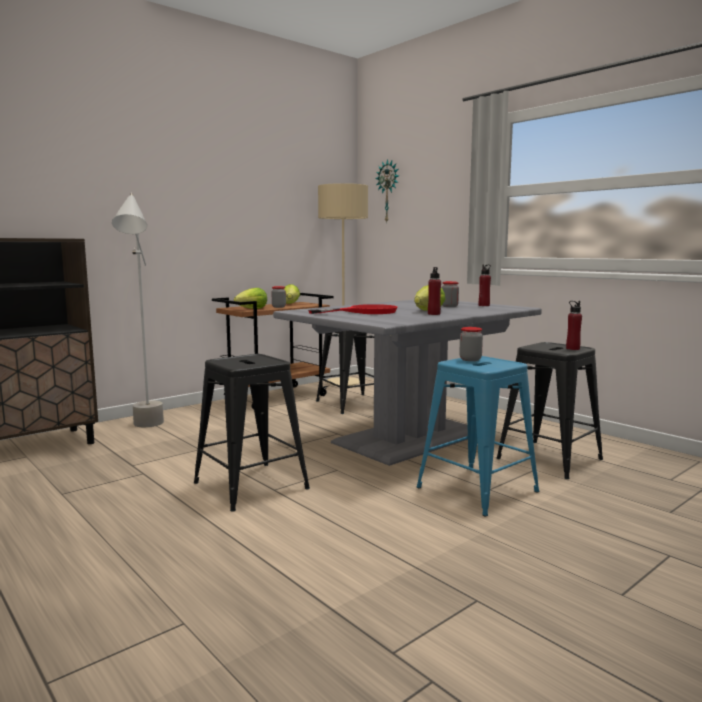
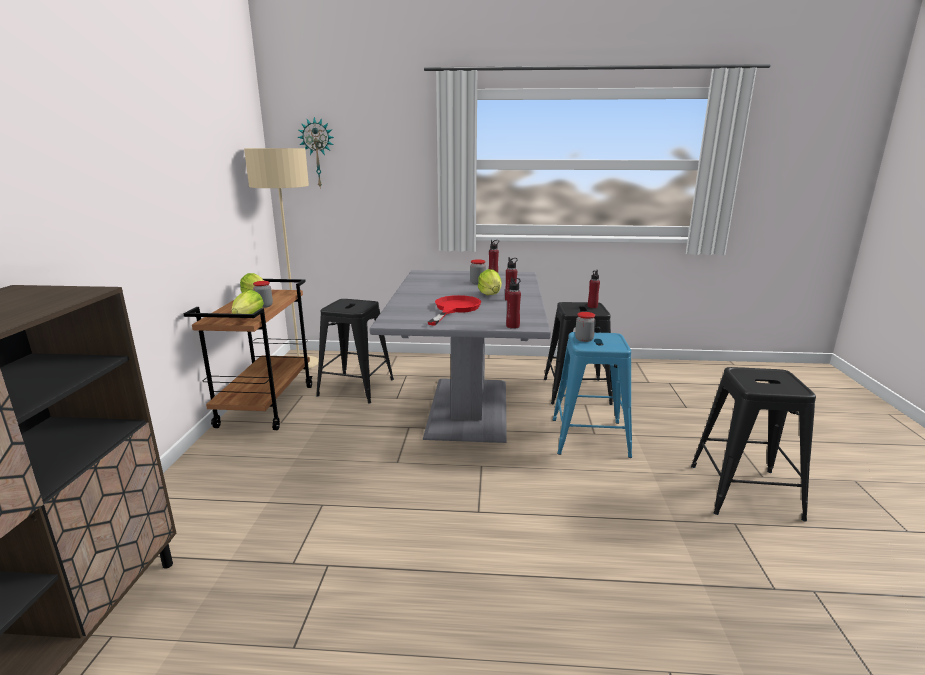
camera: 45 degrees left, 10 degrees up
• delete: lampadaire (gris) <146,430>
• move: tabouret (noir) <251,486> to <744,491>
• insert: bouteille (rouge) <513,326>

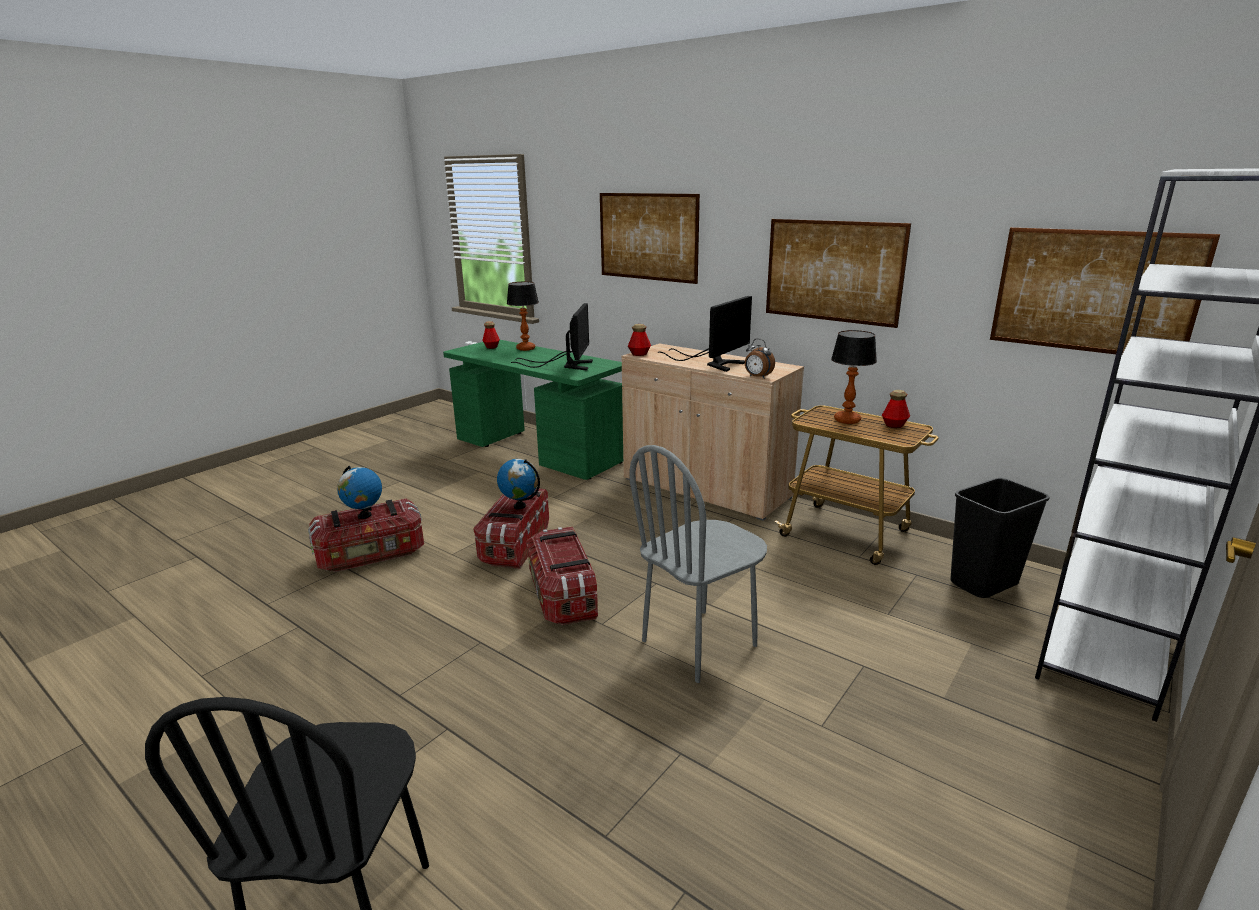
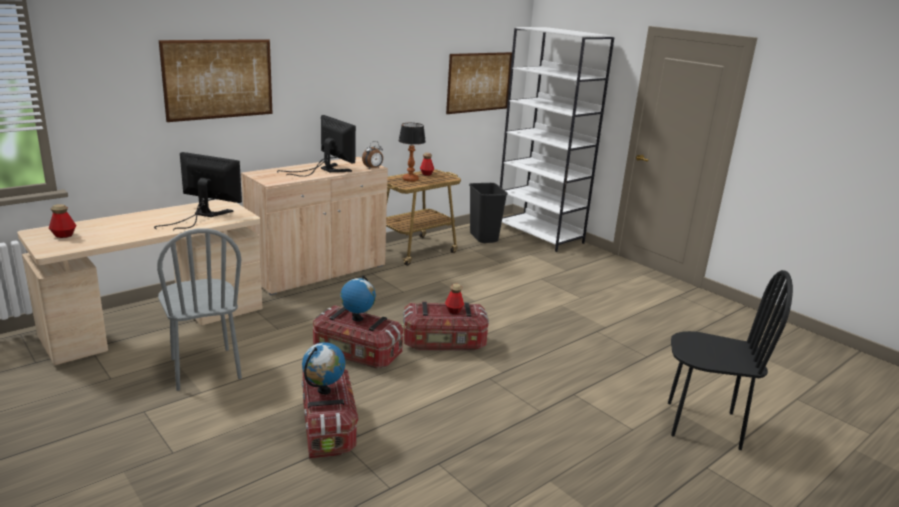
camera: 80 degrees left, 0 degrees up
• delete: tableau <833,271>
• delete: lampe de table <525,349>
• move: bouteille <639,354> to <454,311>
• recolor: bureau (vert) <538,452> to bureau (beige) <156,324>
• move: chaise (gris) <699,643> to <204,369>

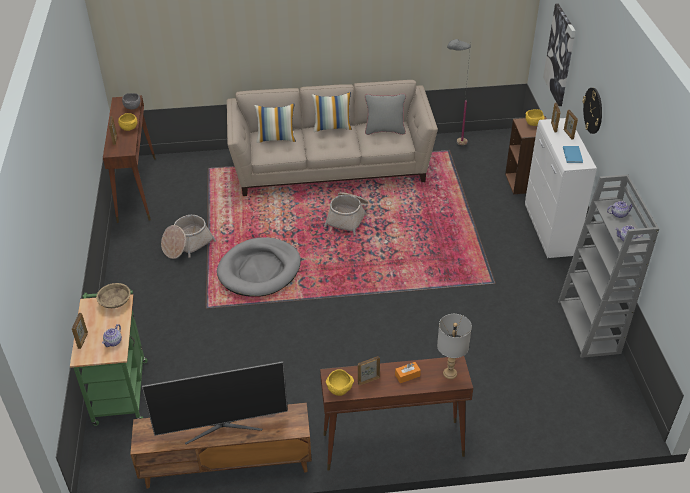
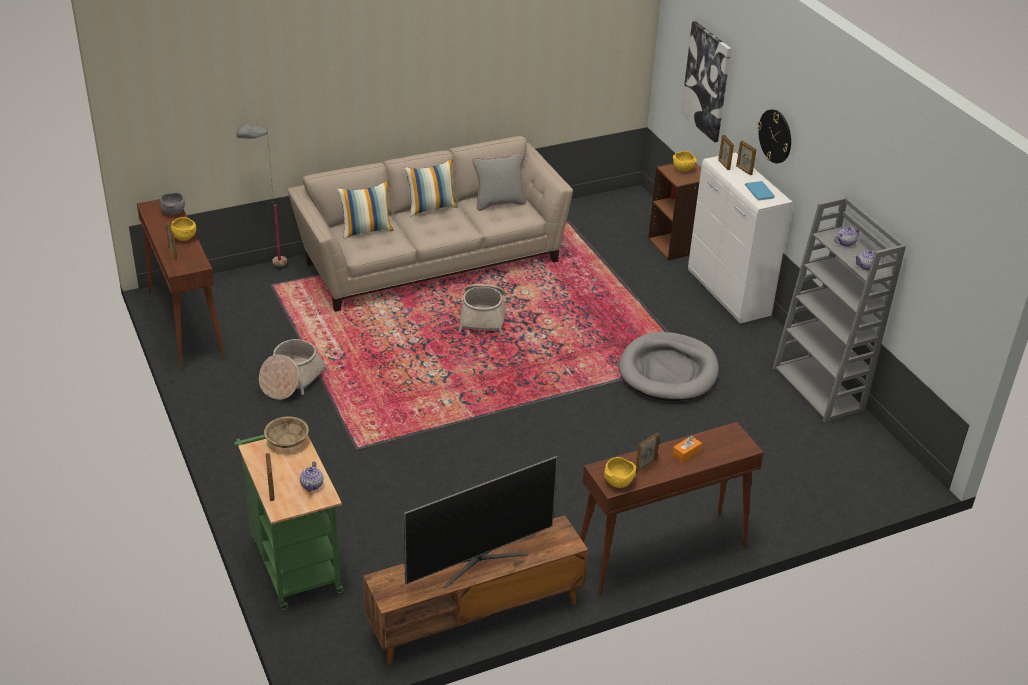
camera: 20 degrees left, 5 degrees down
• move: lampadaire (gris) <453,146> to <269,270>
• move: panier pour chien (gris) <259,270> to <668,371>
• delete: lampe de table (gris) <449,373>

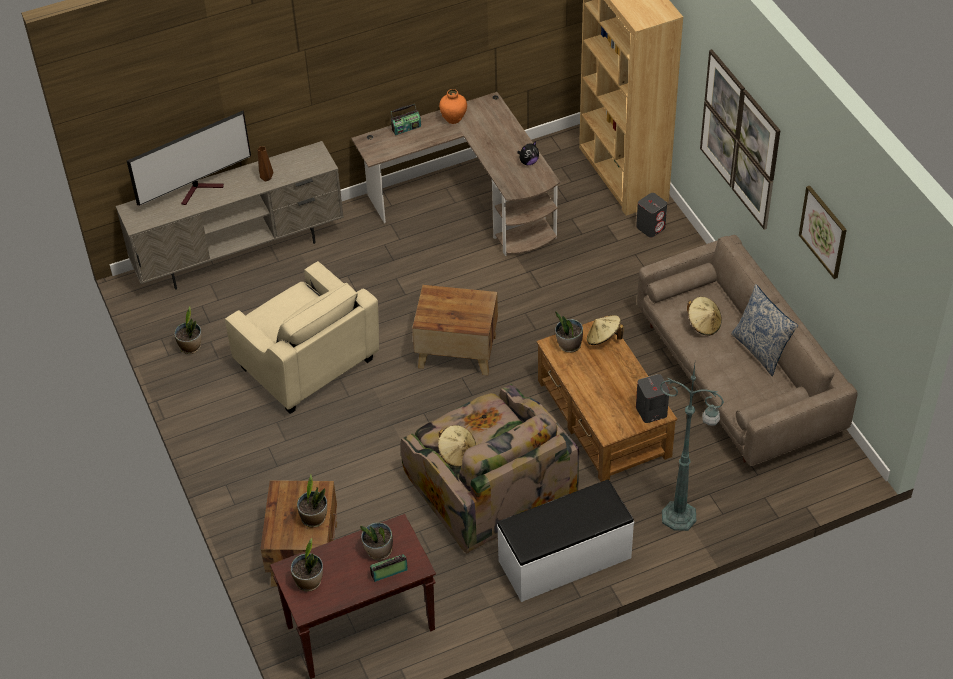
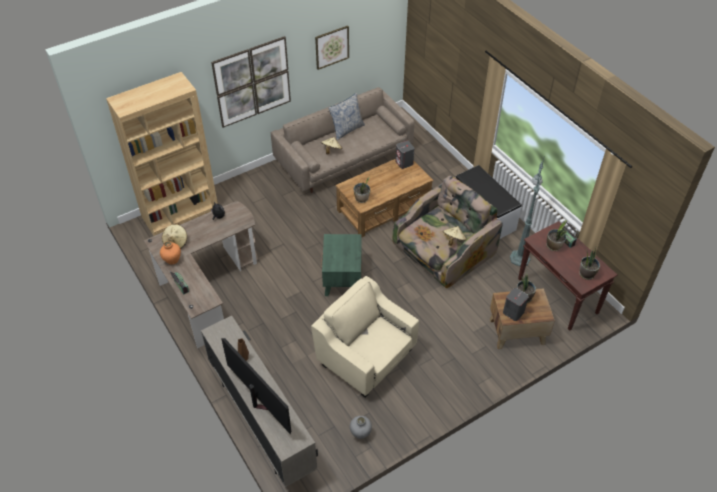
camera: 100 degrees left, 0 degrees up
• move: enceinte (gris) <651,227> to <513,312>
• rotate: fauteuil (beige) <307,365> = <366,357> 90 degrees counterclockwise
• recolor: table d'appoint (marron) <456,350> to table d'appoint (vert) <342,278>
• replace: plante en pot <190,347> to vase (gris) <360,433>
• move: chapeau (beige) <603,338> to <176,242>
• move: lampadaire (vert) <681,517> to <520,257>

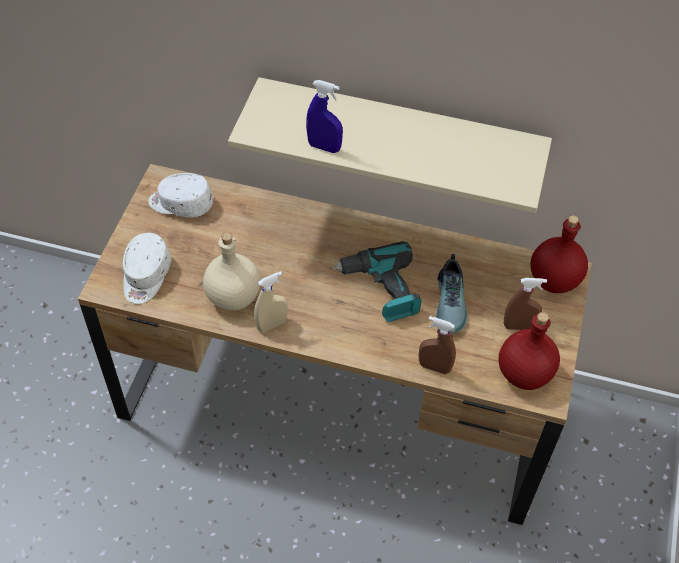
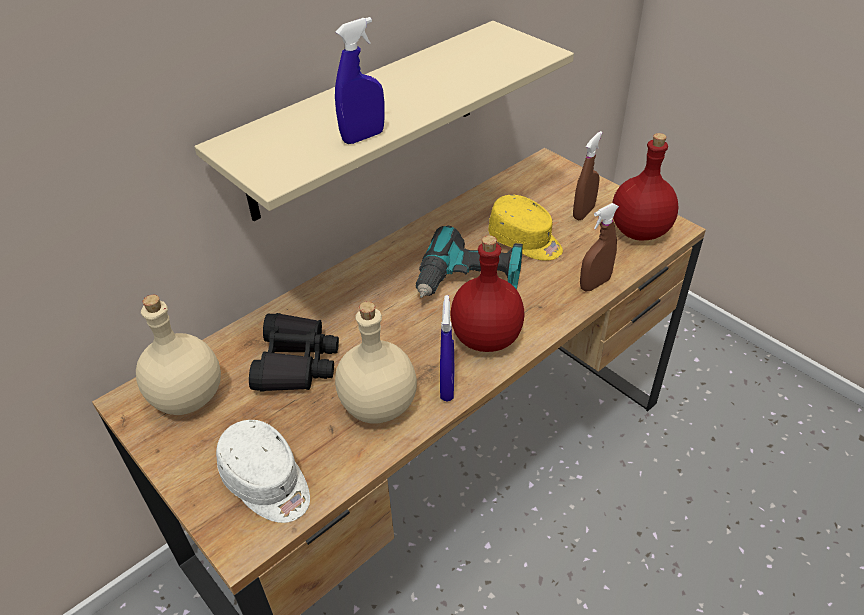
camera: 55 degrees left, 10 degrees down
• replace: casquette (blanc) <180,204> to bouteille (beige) <189,397>
• move: bouteille (rouge) <553,279> to <485,338>
• replace: chaussure <452,303> to casquette (jaune) <525,241>
• recolor: vaporisateur (beige) <272,324> to vaporisateur (bleu) <447,386>
• insert: jumelles (noir) <296,362>

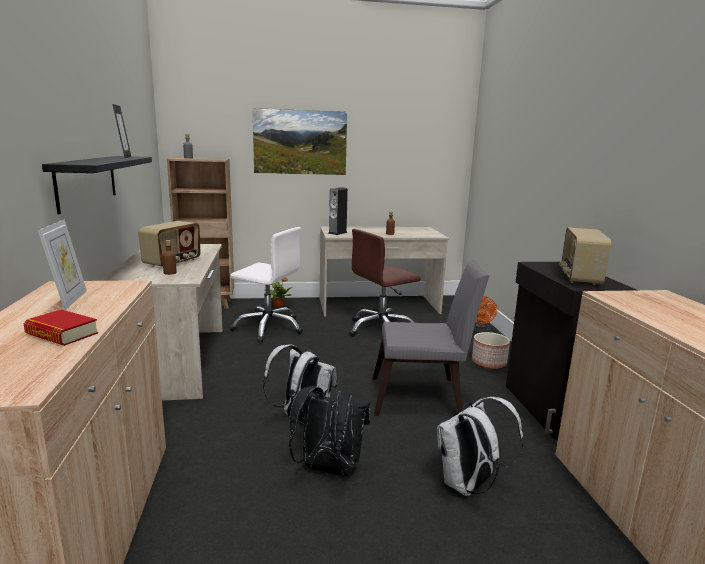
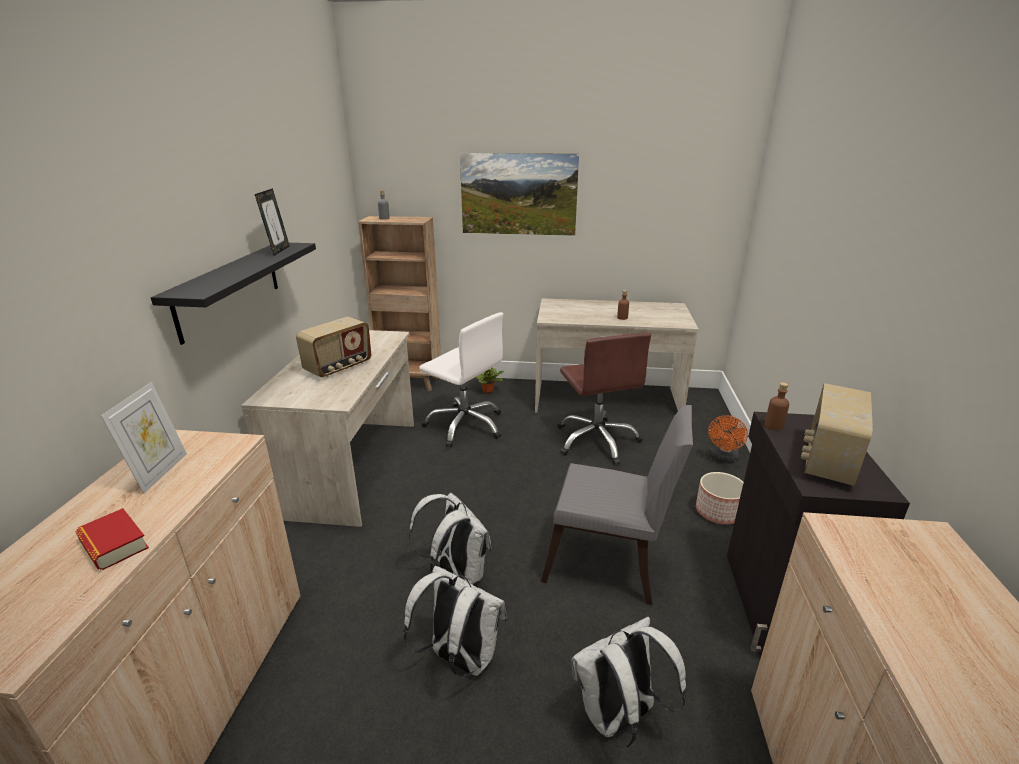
camera: 15 degrees right, 10 degrees up
• delete: enceinte <337,233>
• rotate: chaise de bureau (marron) <381,330> = <597,441> 90 degrees counterclockwise
• move: bouteille (marron) <170,273> to <773,426>
• recolor: sac à dos (noir) <328,469> to sac à dos (blanc) <459,658>

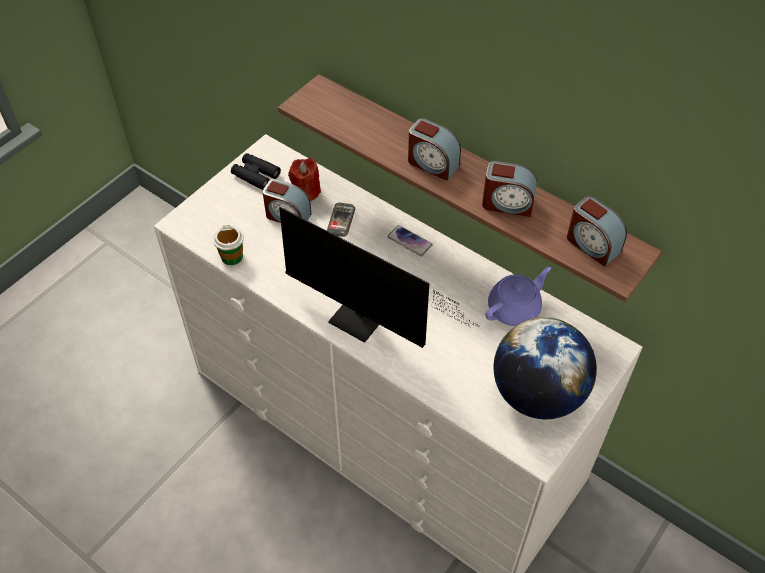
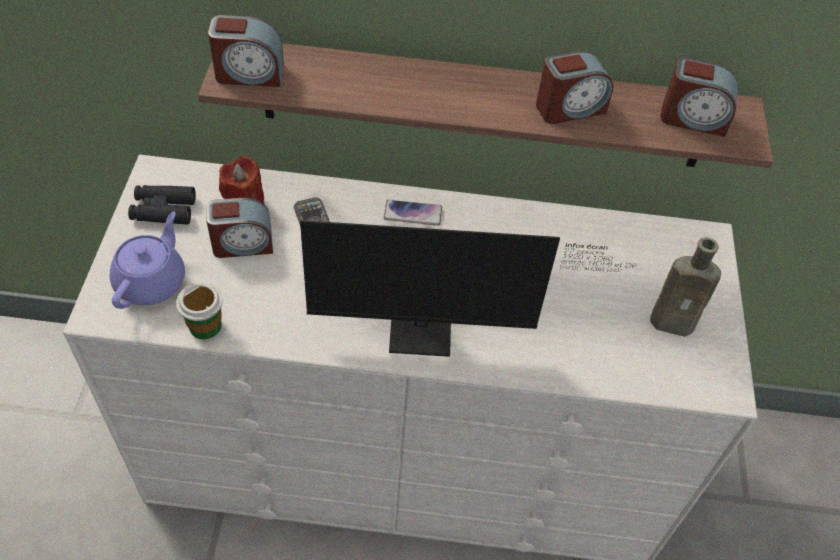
camera: 35 degrees left, 0 degrees up
• move: réveil <432,163> to <249,74>
• move: théière (violet) <515,308> to <152,281>
• replace: globe <537,394> to bouteille (marron) <675,323>

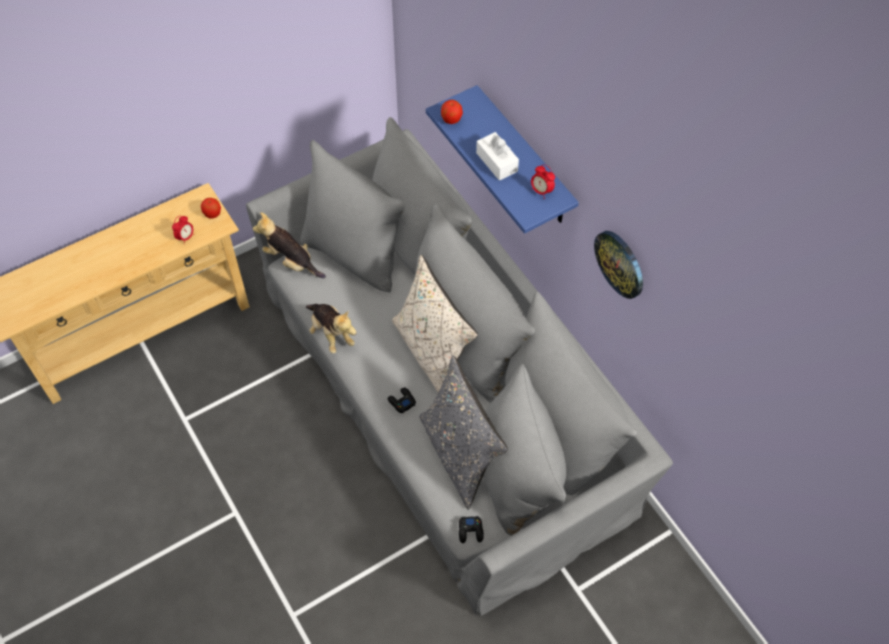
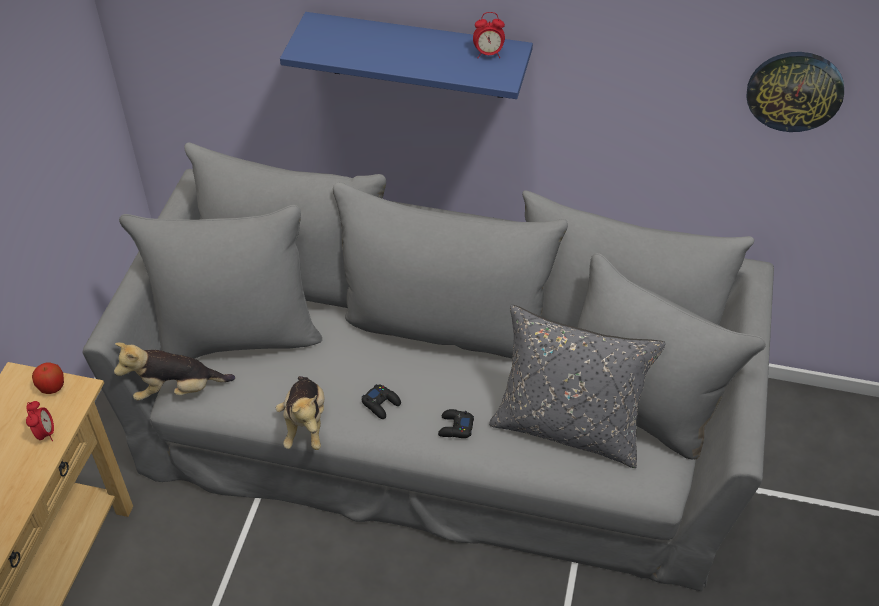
camera: 45 degrees left, 10 degrees down
• delete: pomme <451,119>
• delete: boîte à mouchoirs (blanc) <496,162>
• move: horloge murale <620,263> to <794,90>
• delete: coussin (beige) <432,352>
• rotate: peluche <331,333> = <305,424> 75 degrees clockwise
• move: manette (noir) <471,531> to <381,404>

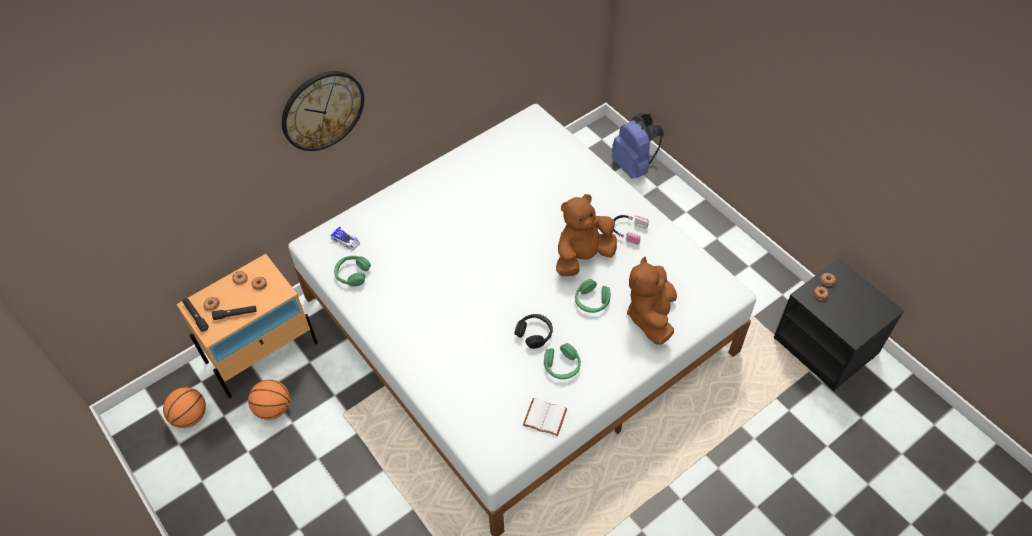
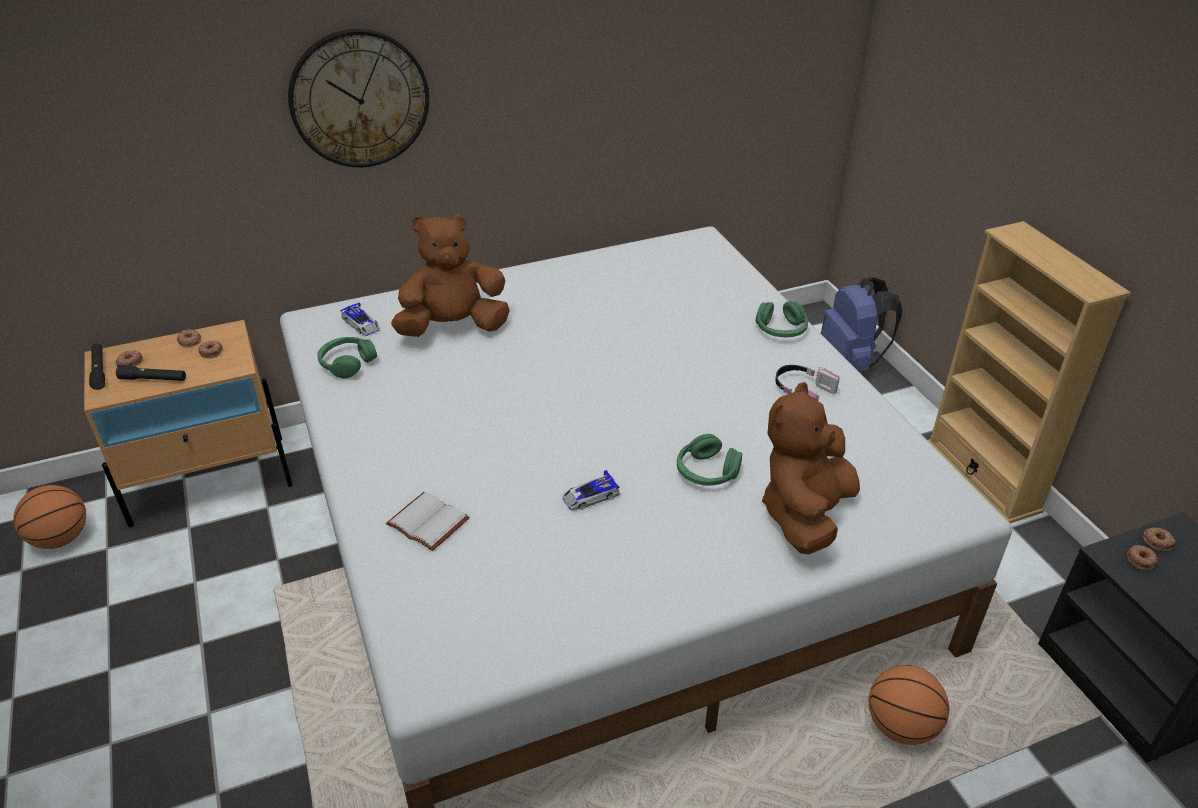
camera: 15 degrees right, 15 degrees down
• move: peluche (marron) <583,257> to <453,327>
• replace: casque audio (noir) <534,333> to petite voiture <590,496>
• move: casque audio (vert) <562,366> to <781,330>
• move: ballon de basket <273,409> to <900,726>
• move: livre (blanc) <544,418> to <425,523>
• insert: bibliothèque (beige) <982,476>

